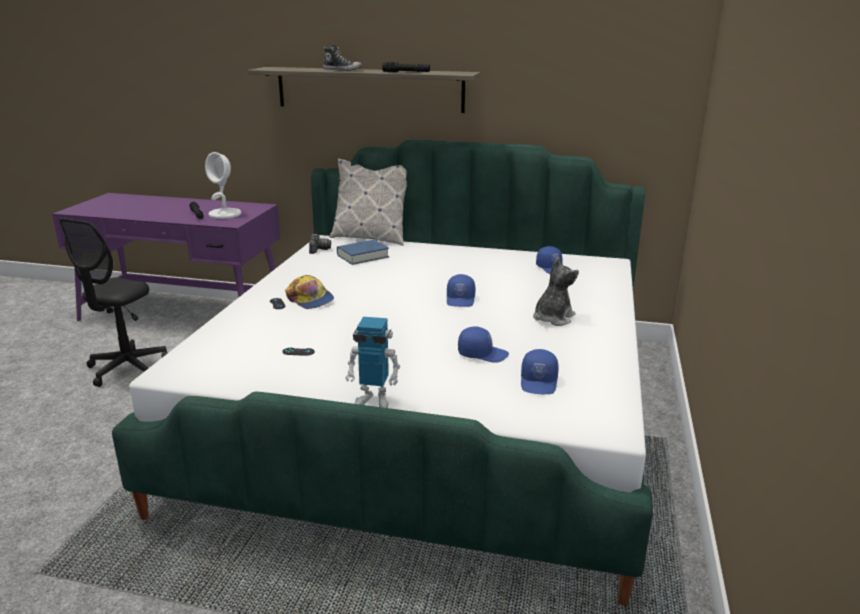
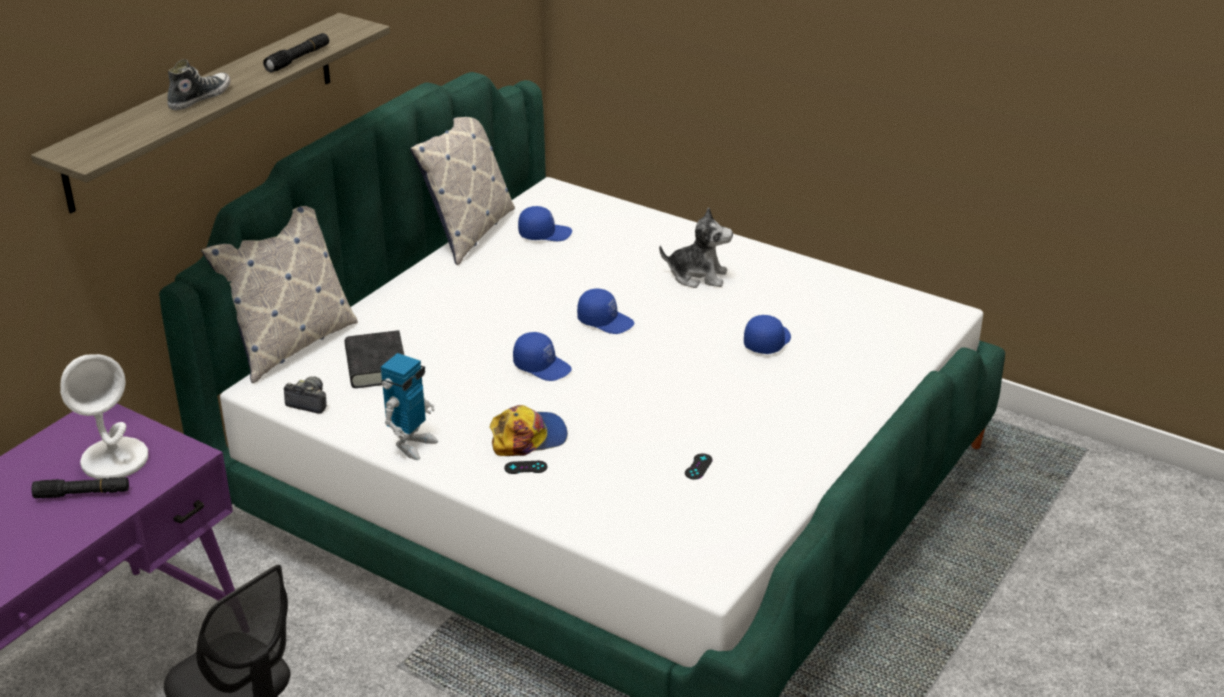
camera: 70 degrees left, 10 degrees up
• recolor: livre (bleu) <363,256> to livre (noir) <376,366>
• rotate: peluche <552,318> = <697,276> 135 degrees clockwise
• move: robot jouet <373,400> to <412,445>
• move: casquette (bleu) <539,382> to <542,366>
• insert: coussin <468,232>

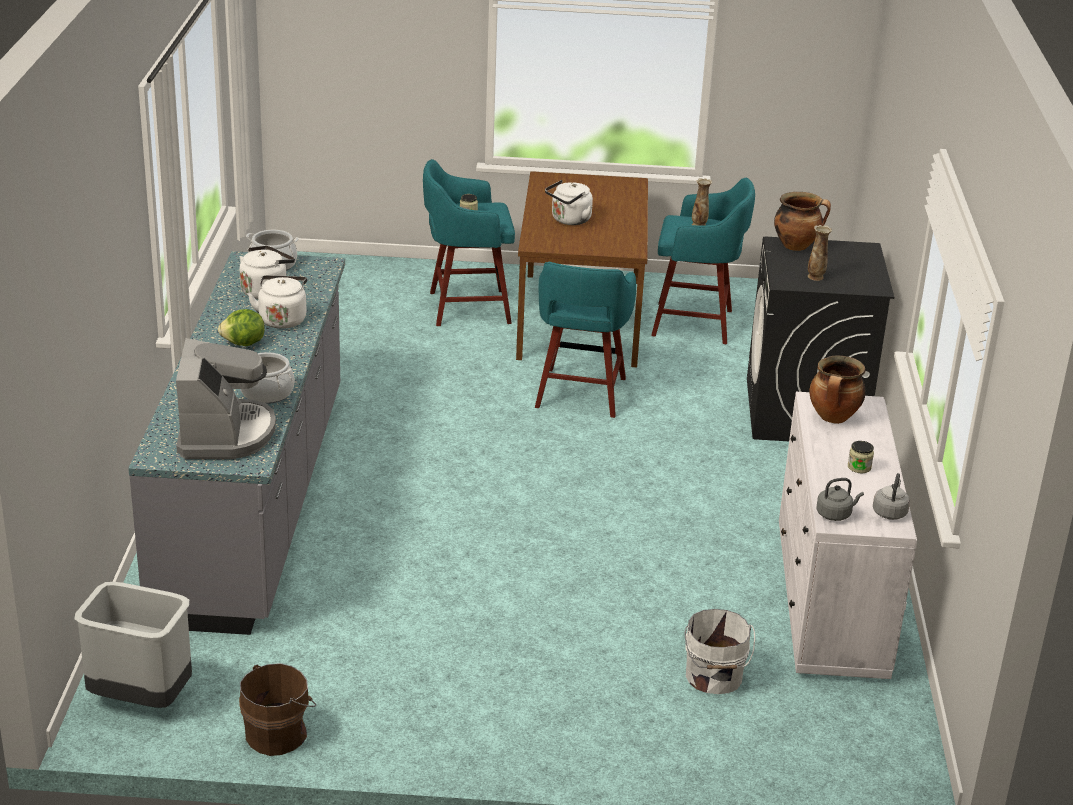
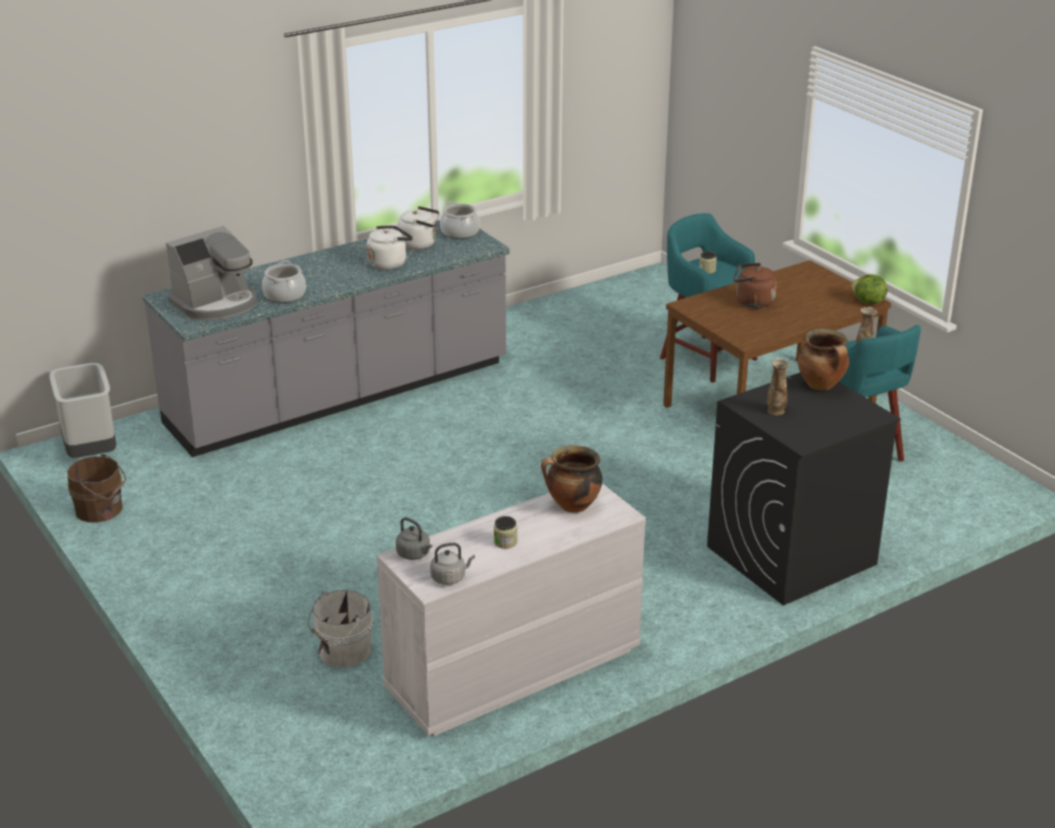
camera: 55 degrees right, 0 degrees up
• recolor: bouilloire (blanc) <569,220> to bouilloire (marron) <752,302>
• delete: tabouret (turquoise) <580,394>
• move: laitue <244,344> to <867,302>

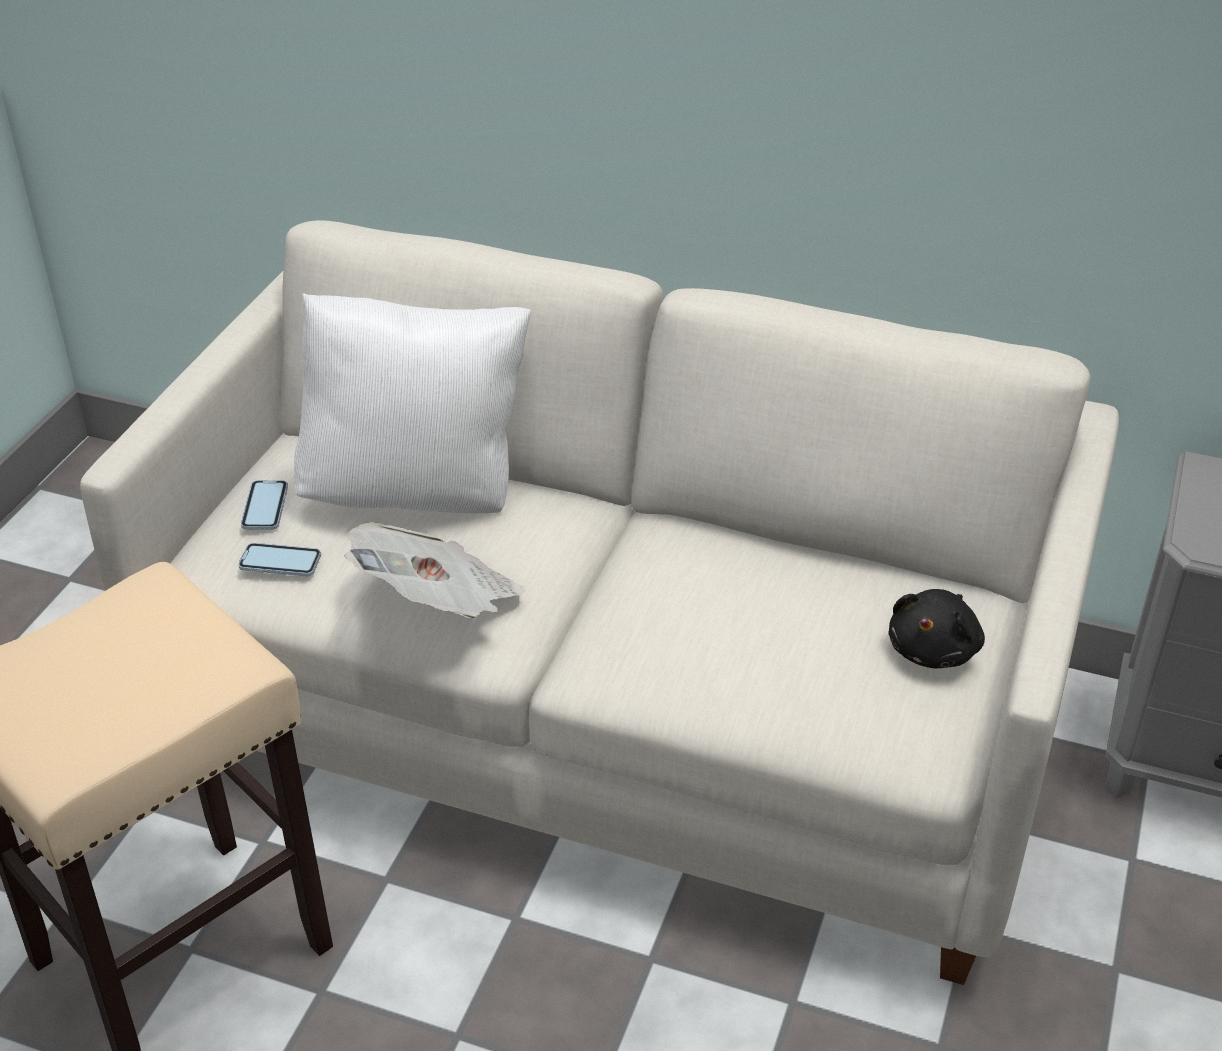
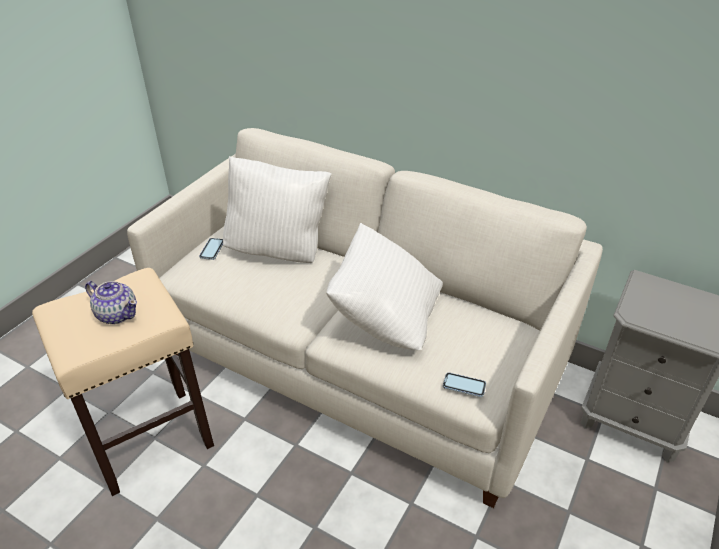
camera: 10 degrees right, 0 degrees up
• delete: journal <439,603>
• move: téléphone <280,562> to <464,385>
• delete: peluche (noir) <934,649>
• insert: coussin (blanc) <385,317>
• insert: théière <117,314>

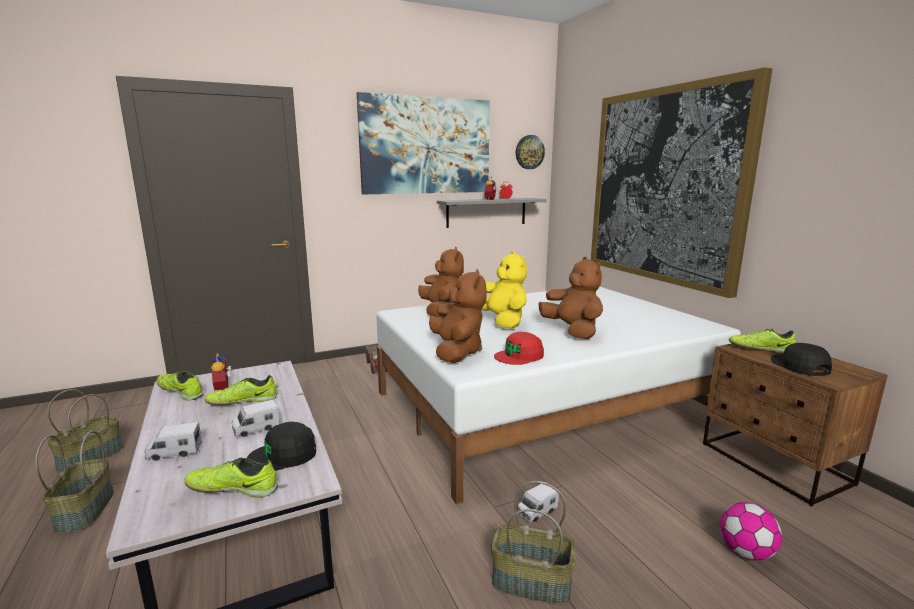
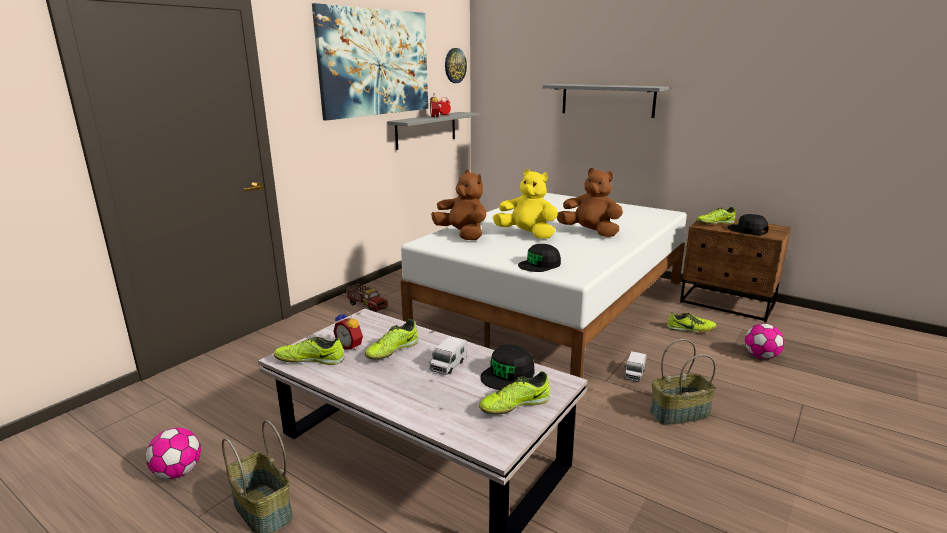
camera: 30 degrees left, 5 degrees up
• replace: tableau <665,186> to étagère (gris) <607,100>
• replace: peluche (marron) <456,352> to casquette (noir) <540,264>
• delete: casquette (rouge) <519,356>
• replace: panier <91,458> to ballon de foot <178,472>
• delete: camion jouet <174,452>
• insert: chaussure <691,329>

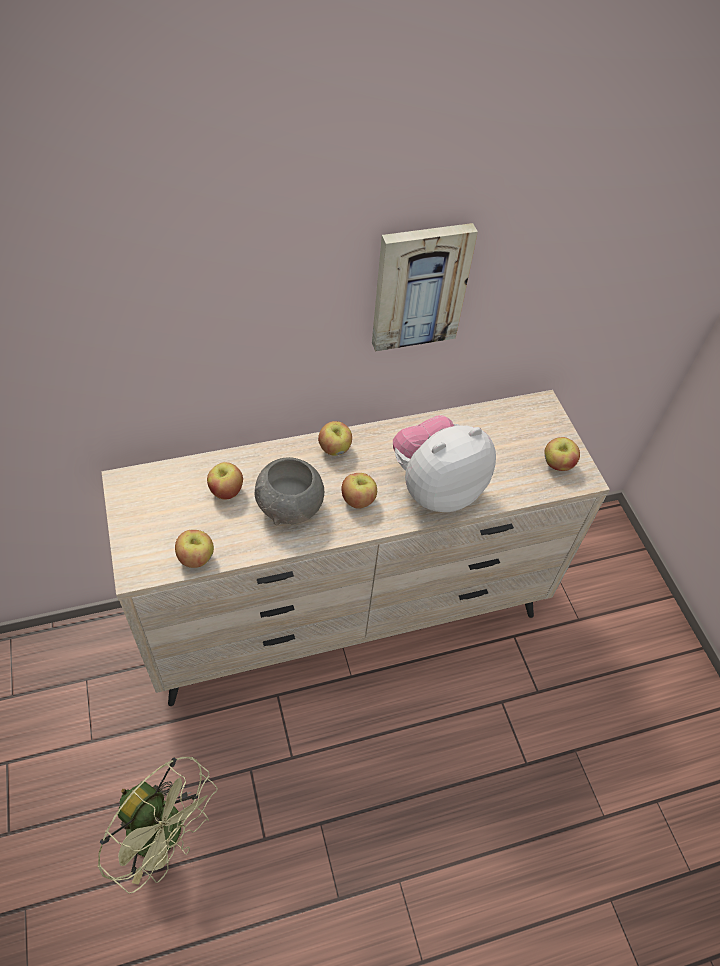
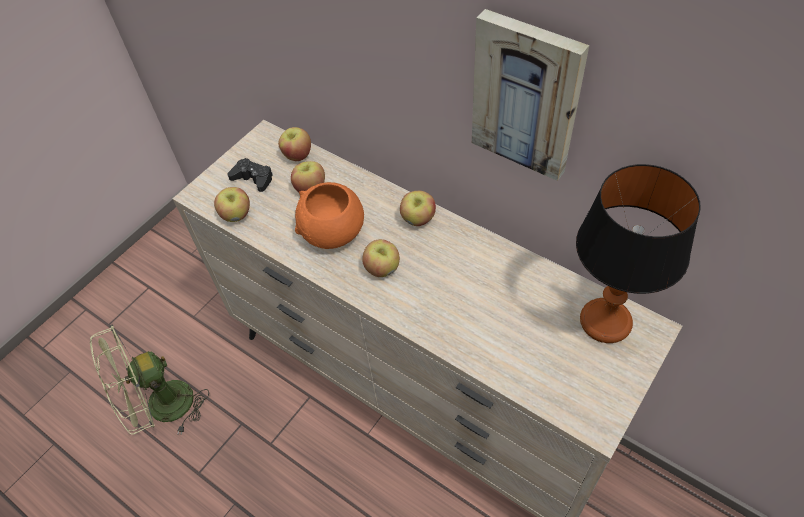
camera: 60 degrees right, 0 degrees up
• delete: peluche <436,487>
• move: pomme <557,464> to <297,155>
• recolor: bol (gris) <290,506> to bol (orange) <333,233>
• rotate: ventilateur (vert) <166,834> = <161,409> 60 degrees clockwise
• insert: manette (noir) <253,178>
• insert: lampe de table <606,321>

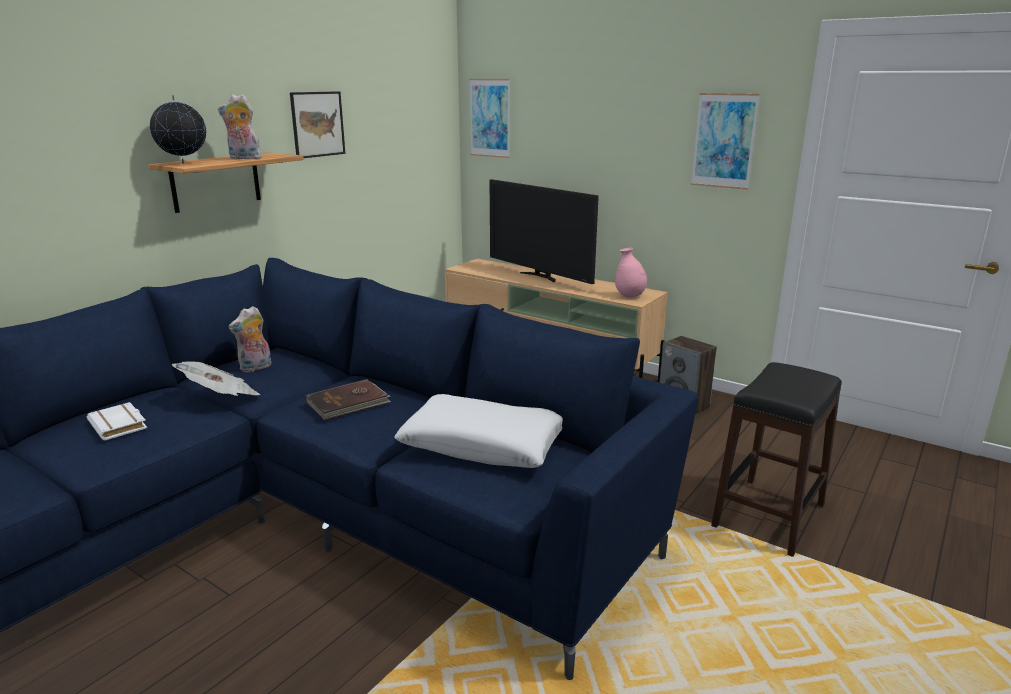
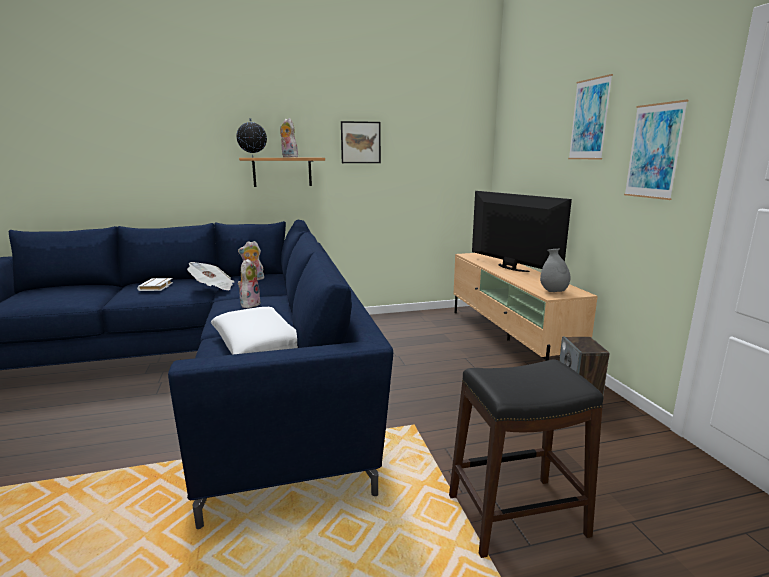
camera: 40 degrees right, 5 degrees down
• move: tableau <490,118> to <589,119>
• rotate: téléviseur <540,276> = <510,268> 150 degrees clockwise
• recolor: vase (rose) <629,296> to vase (gris) <553,292>
• replace: livre (marron) <348,403> to peluche <249,304>

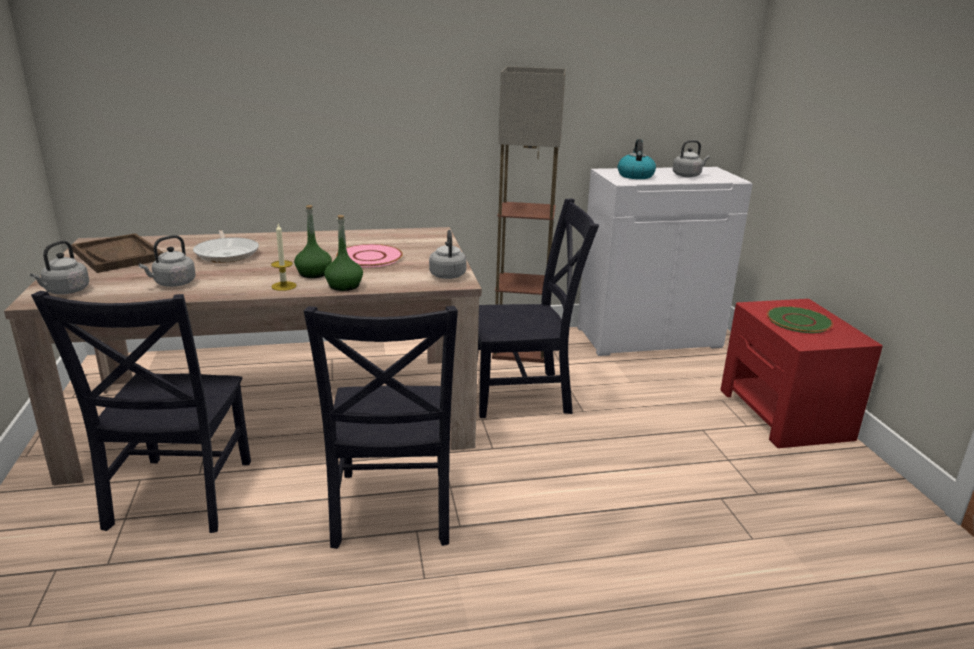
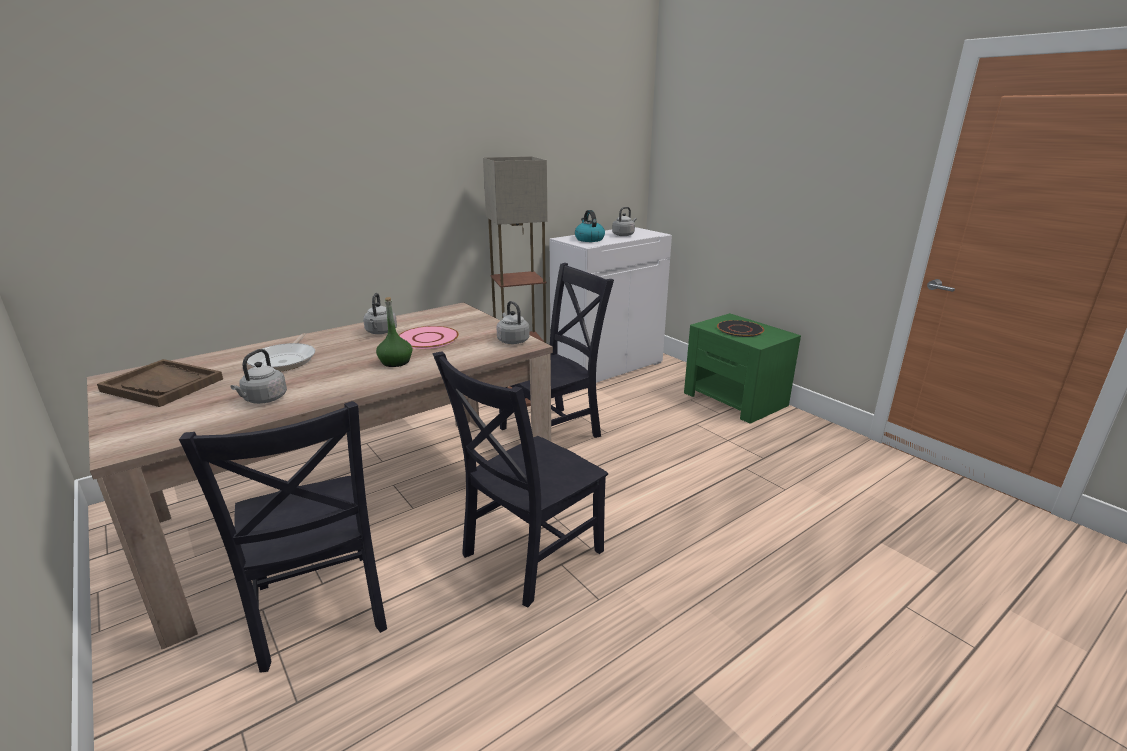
camera: 25 degrees left, 0 degrees up
• delete: bouteille (vert) <344,286>
• delete: bougie <284,286>
• rotate: poêle <227,253> = <285,360> 45 degrees clockwise
• move: bouilloire (gris) <65,291> to <381,332>
• recolor: table de chevet (rouge) <784,414> to table de chevet (vert) <735,399>
• rotate: chaise (noir) <391,511> = <528,556> 75 degrees clockwise
• recolor: assiette (vert) <798,321> to assiette (noir) <739,329>

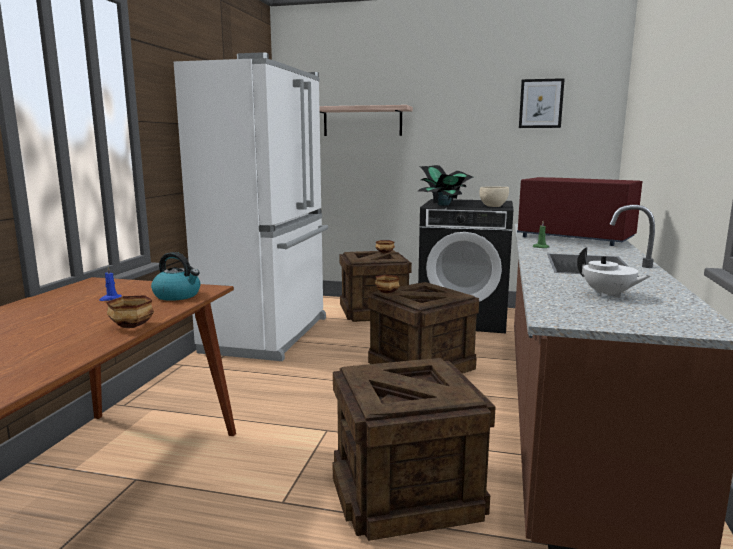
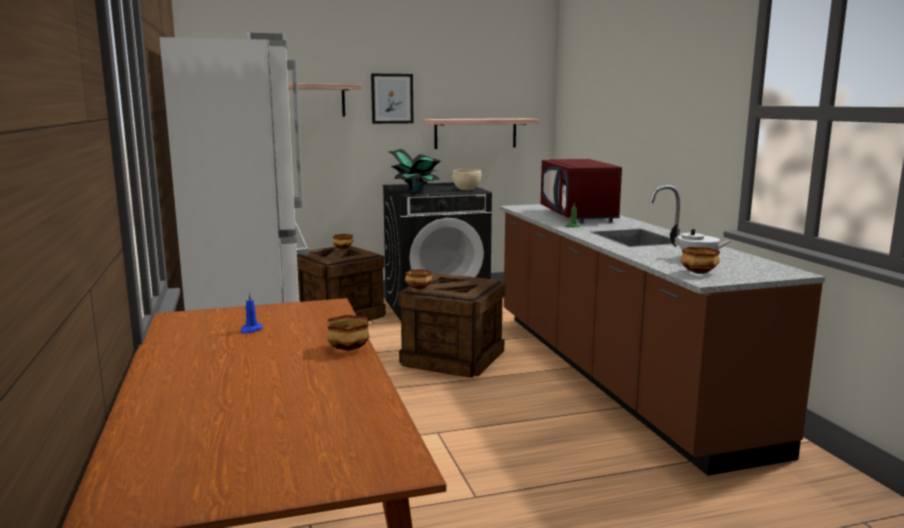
camera: 30 degrees left, 0 degrees up
• move: tableau <541,103> to <392,98>
• rotate: micro-ondes (rouge) <574,238> = <578,216> 105 degrees counterclockwise
• delete: bouilloire <178,295>
• delete: caisse <404,493>
• insert: étagère <475,133>
• insert: bol <700,272>

